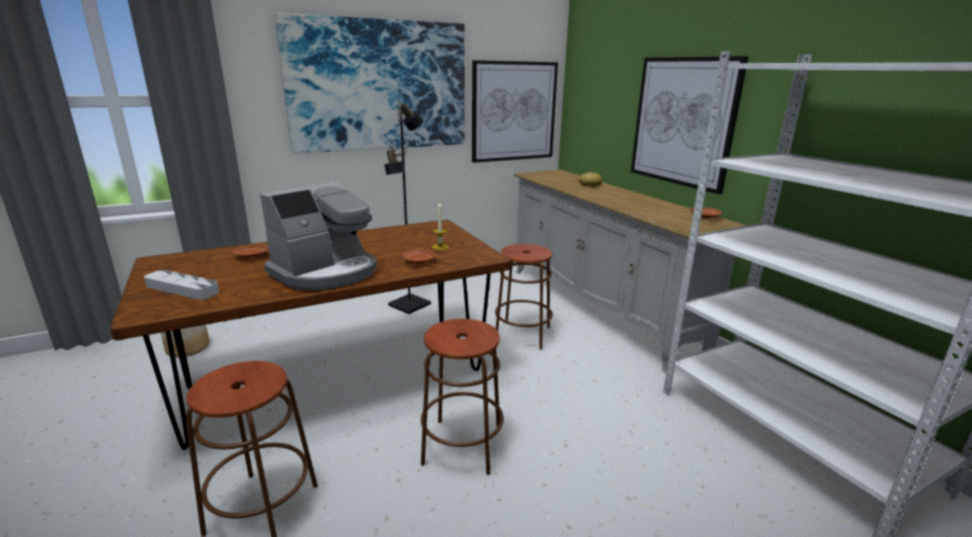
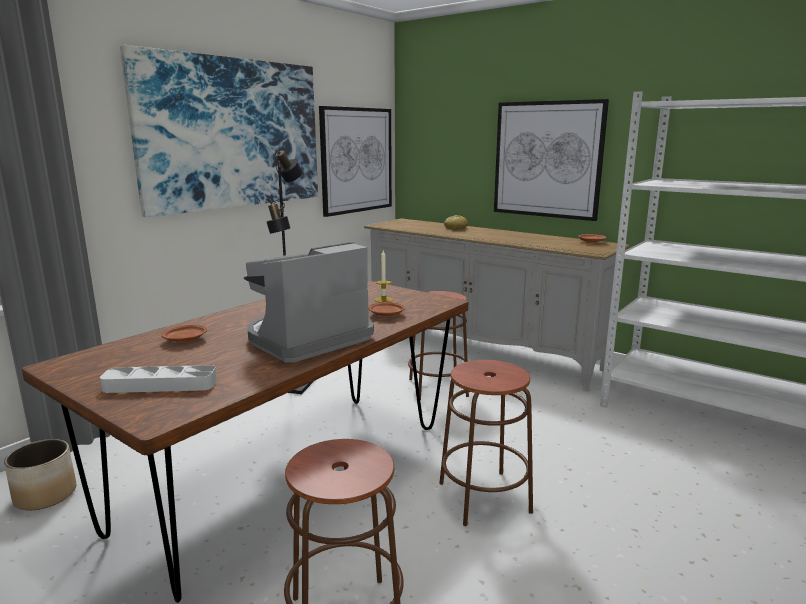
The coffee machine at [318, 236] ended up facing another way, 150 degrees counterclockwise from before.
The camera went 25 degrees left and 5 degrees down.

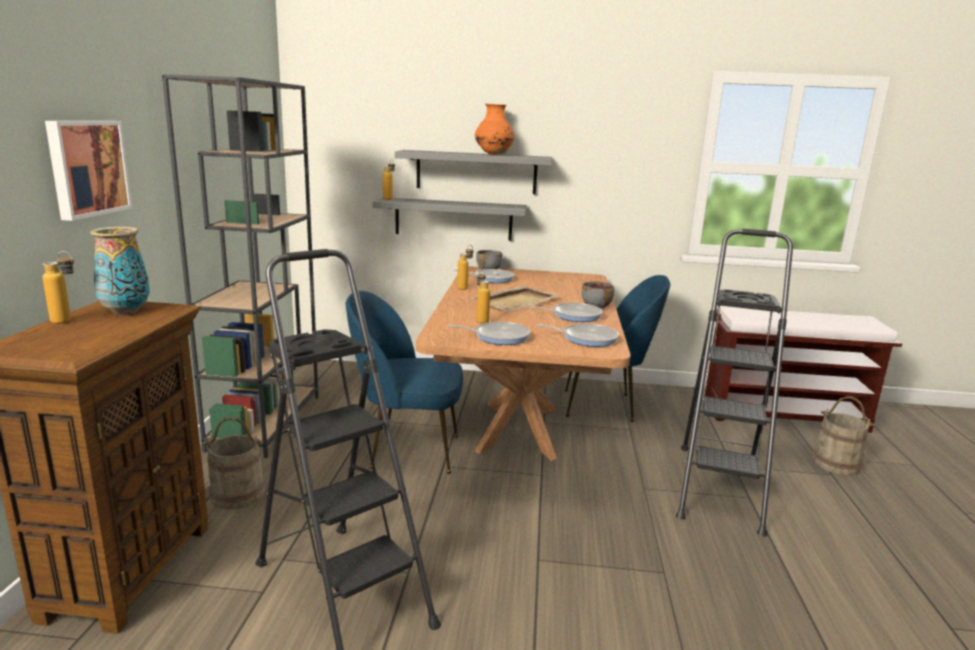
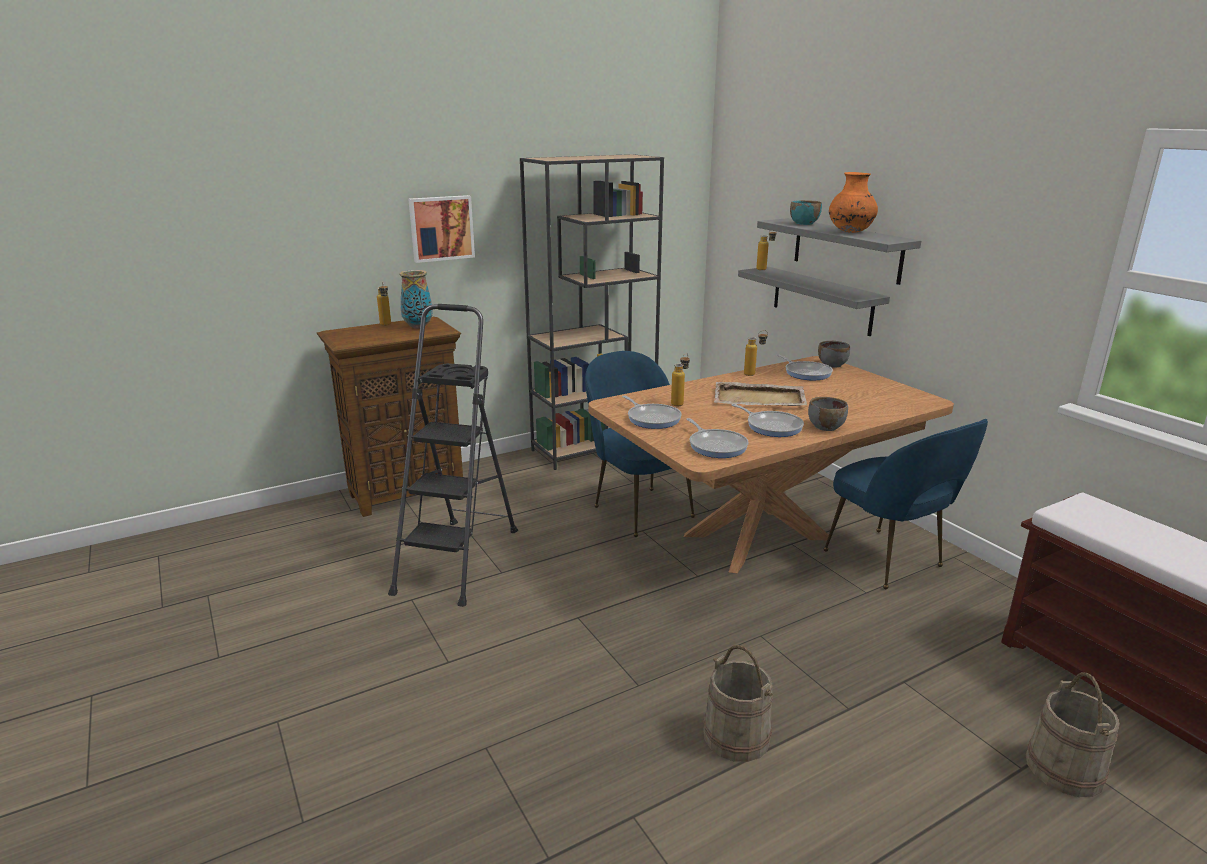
The bucket (beige) ended up elsewhere, having gone from [234, 463] to [738, 703].
The second view lost the step ladder at [734, 383].
The second view gained the bowl (turquoise) at [806, 212].
The camera went 55 degrees right and 5 degrees up.

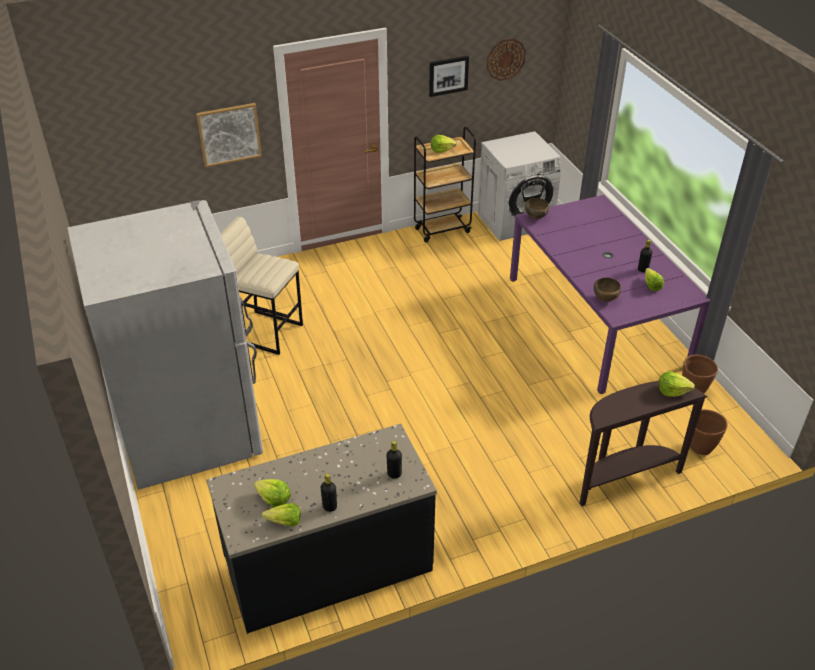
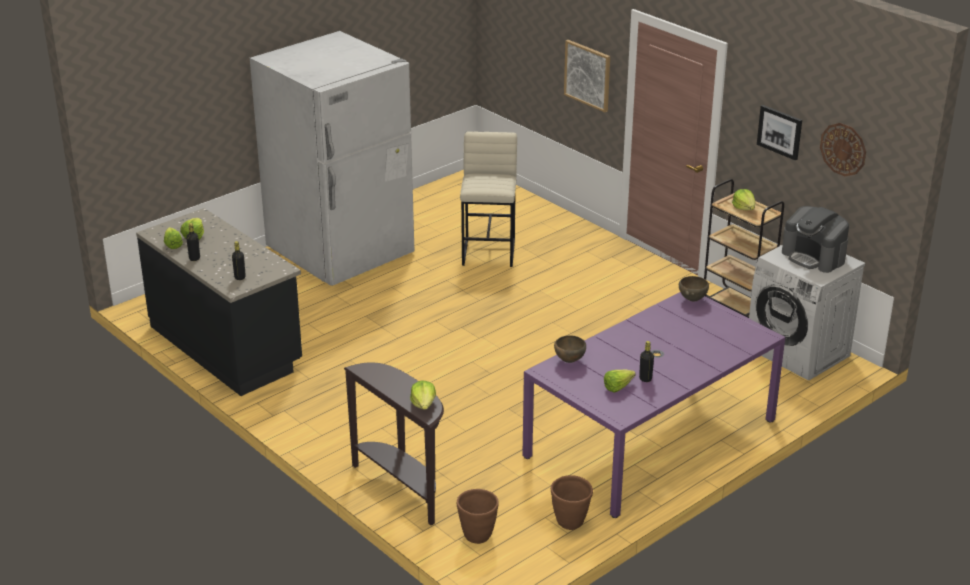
The second view gained the coffee machine at [815, 239].
The camera went 70 degrees right and 10 degrees down.

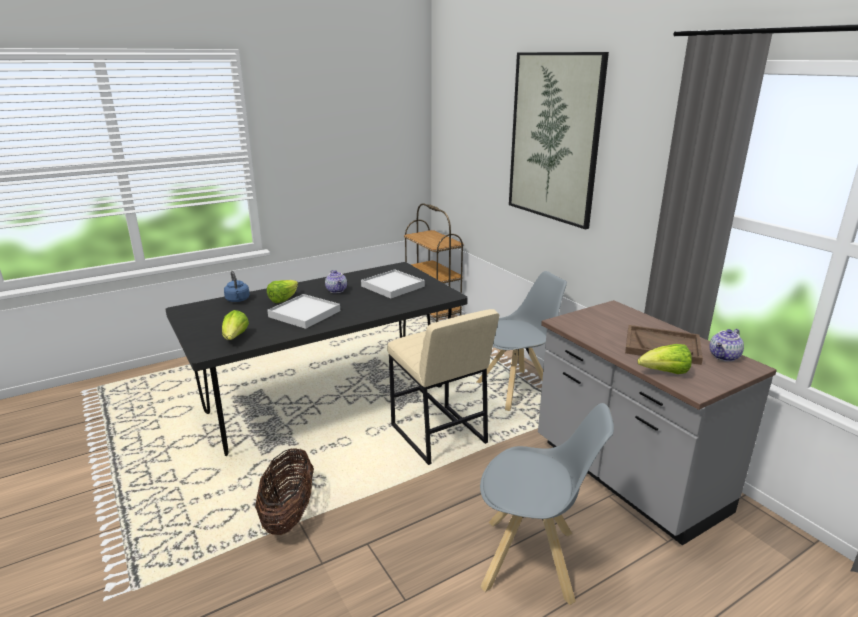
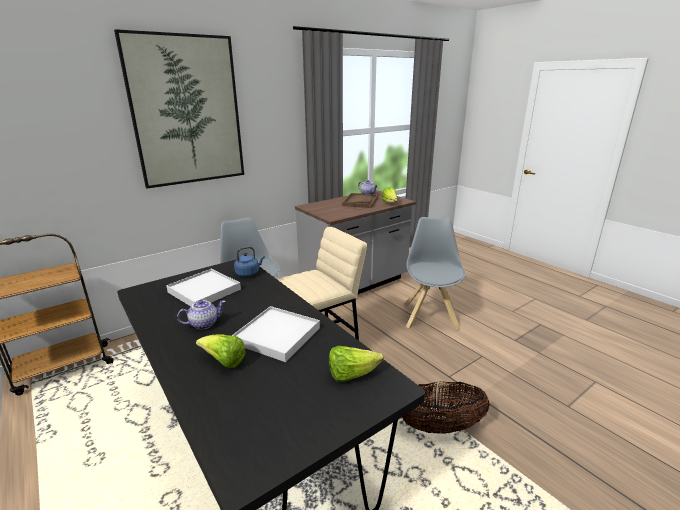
The kettle (blue) ended up elsewhere, having gone from [237, 286] to [249, 261].
The camera went 95 degrees left and 0 degrees up.

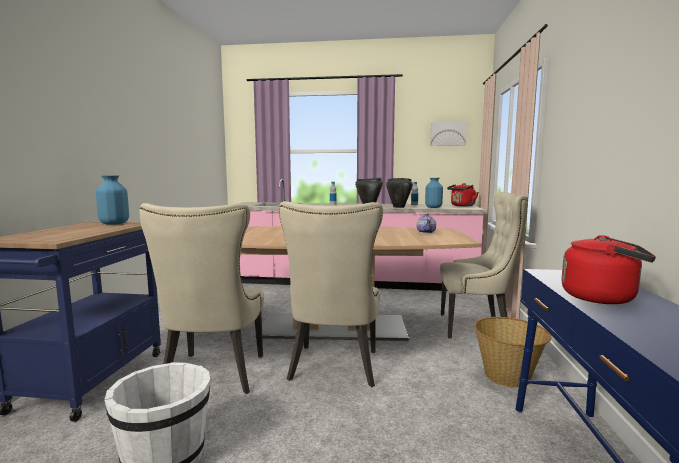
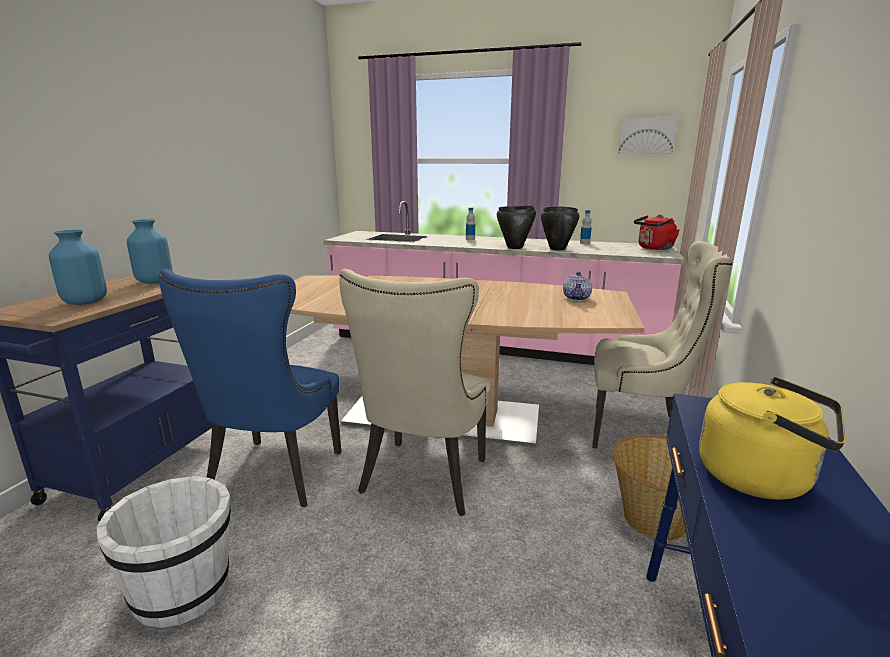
What was the chair (beige) at [201, 298] turned into the chair (blue) at [250, 388].
The vase (blue) ended up elsewhere, having gone from [434, 193] to [78, 267].
What was the kettle (red) at [608, 269] turned into the kettle (yellow) at [772, 438].
The camera went 10 degrees right and 10 degrees up.

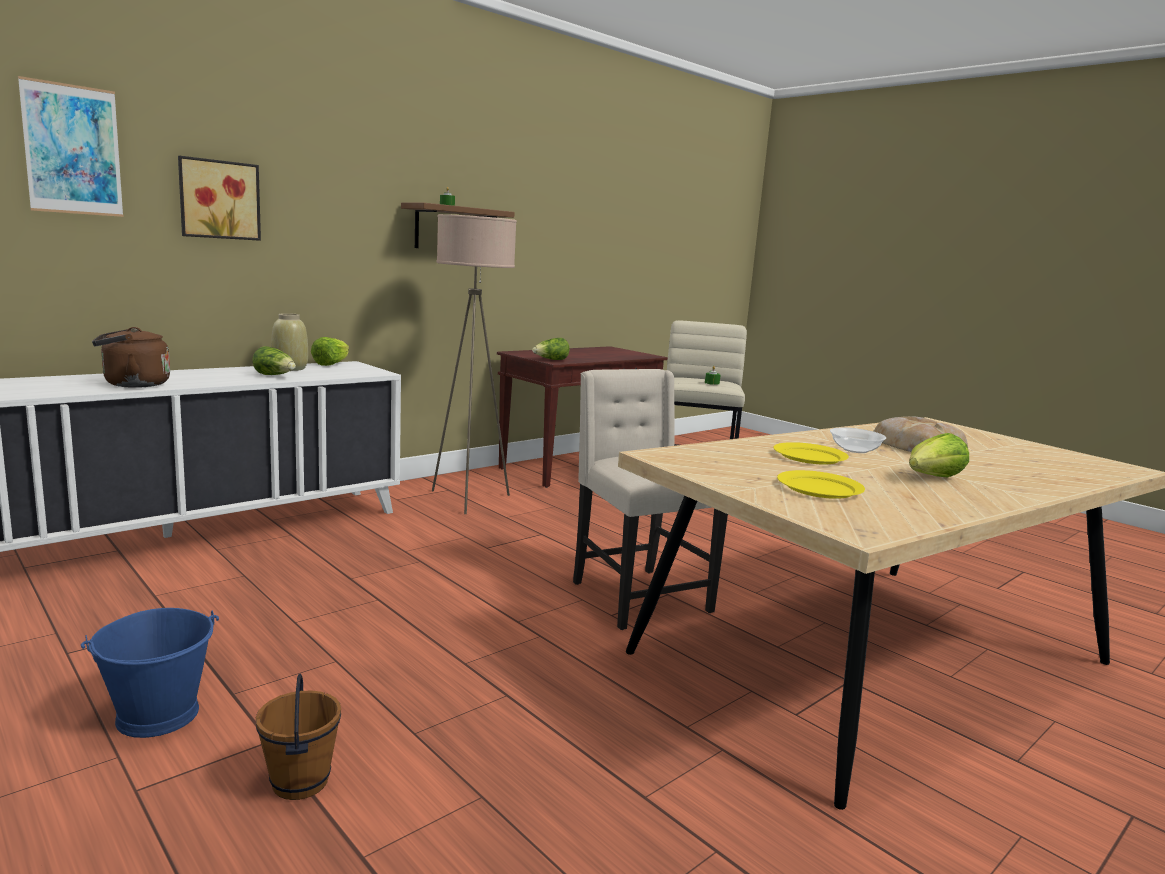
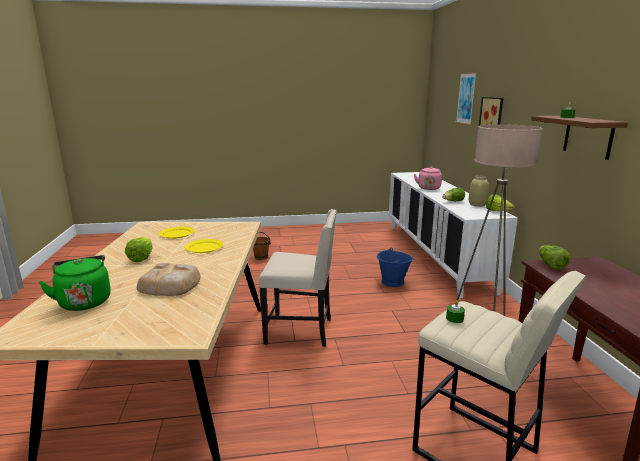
The bucket (blue) ended up elsewhere, having gone from [150, 673] to [395, 267].
What was the kettle (brown) at [131, 357] turned into the kettle (pink) at [428, 178].
The second view lost the bowl at [858, 440].
The second view gained the kettle (green) at [75, 283].
The camera went 125 degrees right and 5 degrees up.

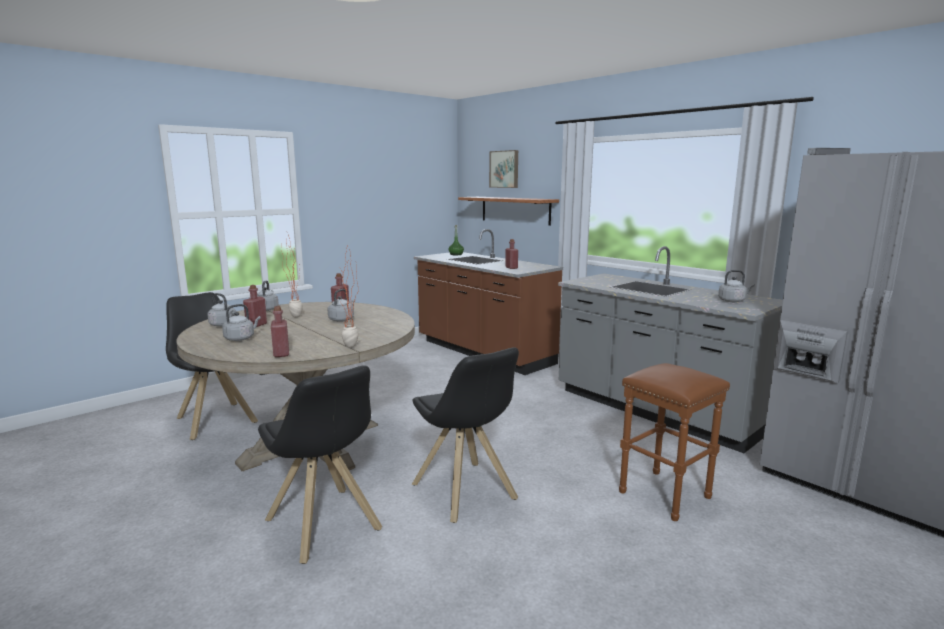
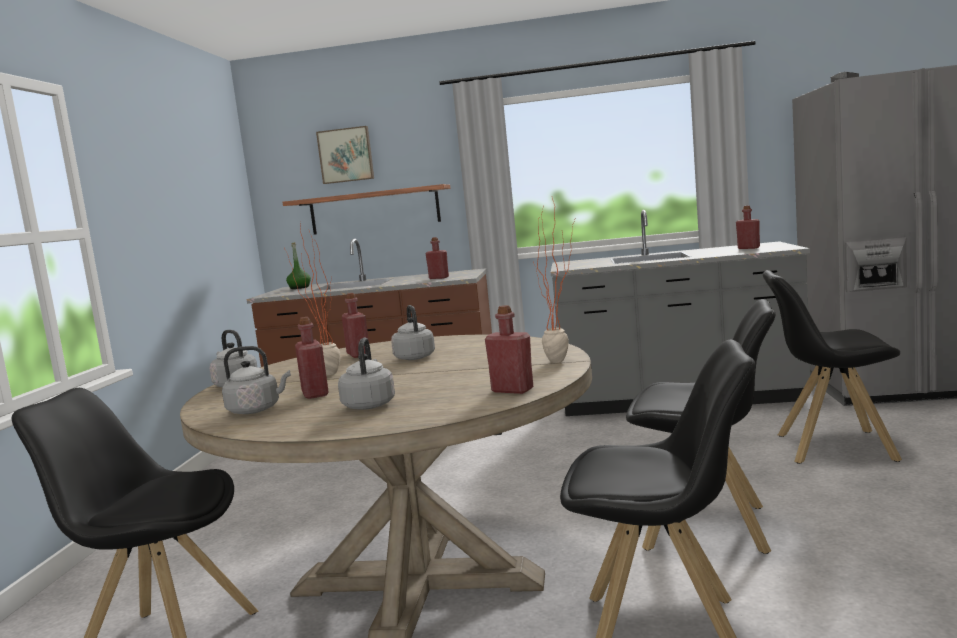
Where the stool (brown) stood at [674, 442], the chair (black) came to stand at [832, 367].
Where the kettle (grey) stood at [736, 286], the bottle (red) came to stand at [748, 227].
The camera went 40 degrees left and 5 degrees down.

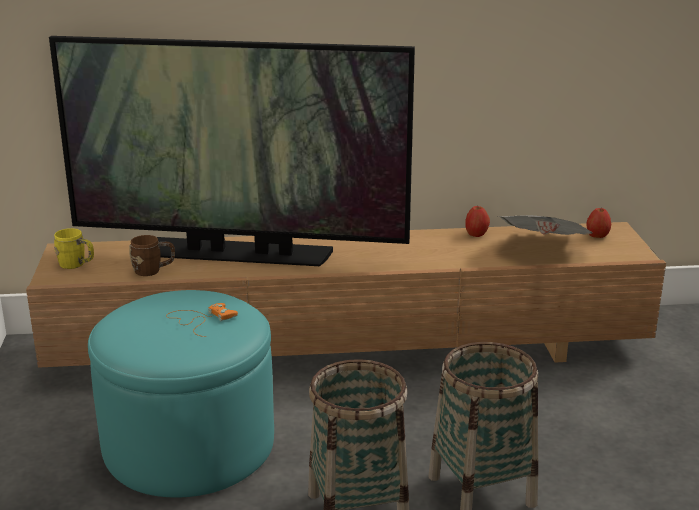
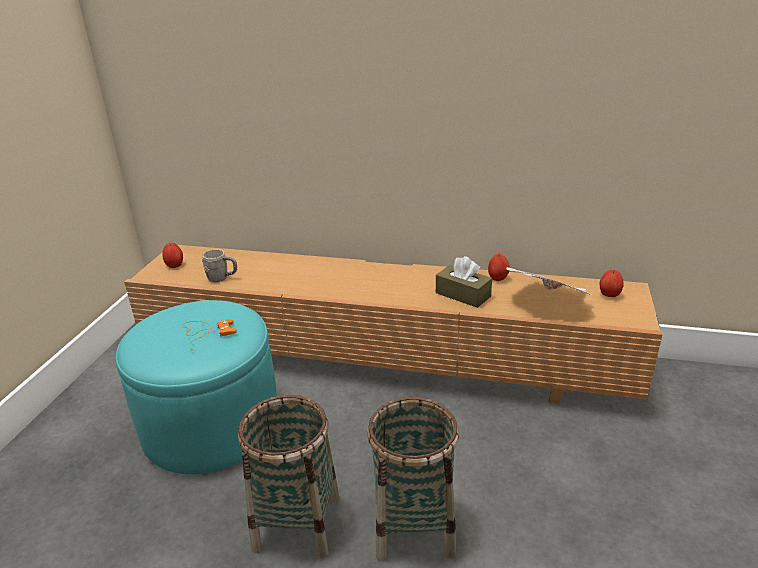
The second view lost the television at [232, 151].
Where the mug (yellow) stood at [74, 248], the apple came to stand at [172, 255].
What was the mug (brown) at [152, 255] turned into the mug (grey) at [219, 265].
The second view gained the tissue box (brown) at [464, 282].
The camera went 20 degrees right and 5 degrees up.

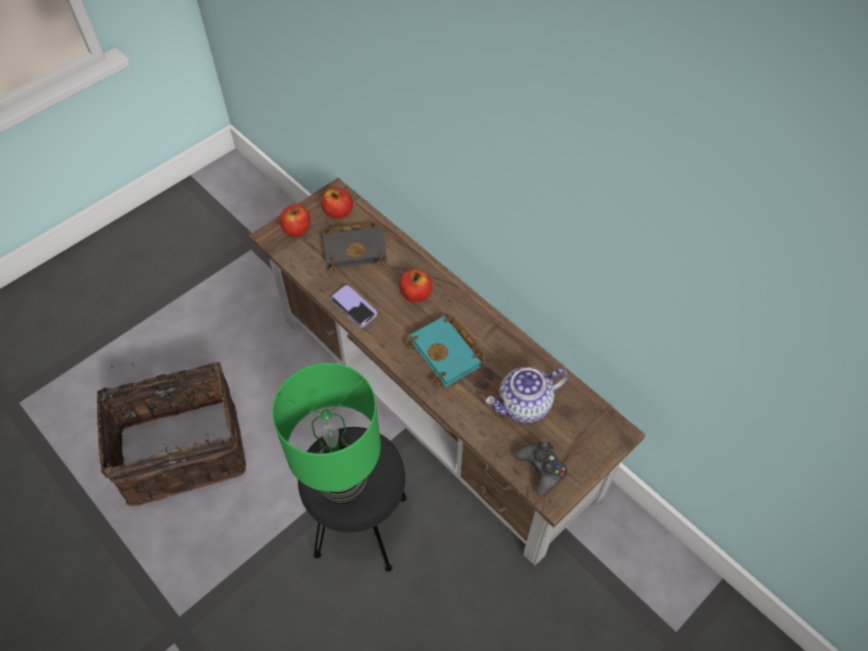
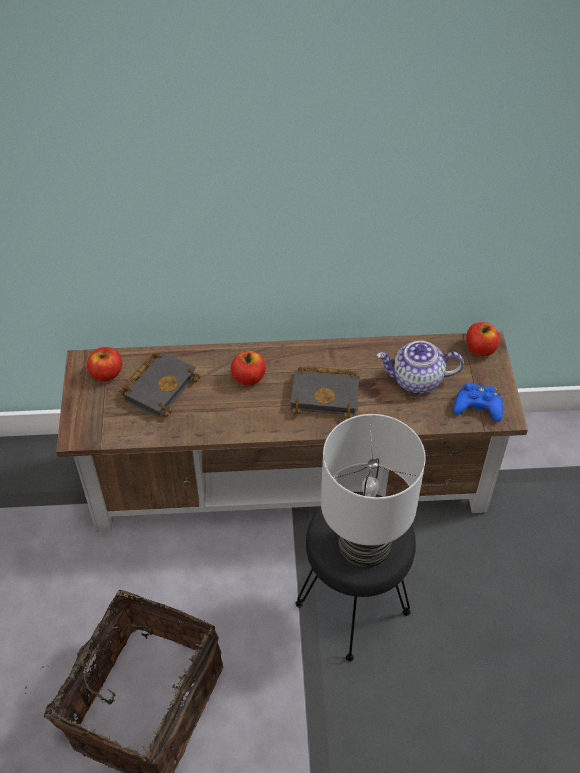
What was the table lamp (green) at [326, 433] turned into the table lamp (grey) at [373, 491].
The apple ended up elsewhere, having gone from [295, 220] to [483, 339].
The second view lost the phone at [354, 306].
What was the book (turquoise) at [445, 351] turned into the book (black) at [325, 392].
The teapot at [526, 395] ended up facing another way, 75 degrees clockwise from before.
What was the game controller (black) at [540, 469] turned into the game controller (blue) at [478, 402].
The camera went 50 degrees left and 5 degrees down.

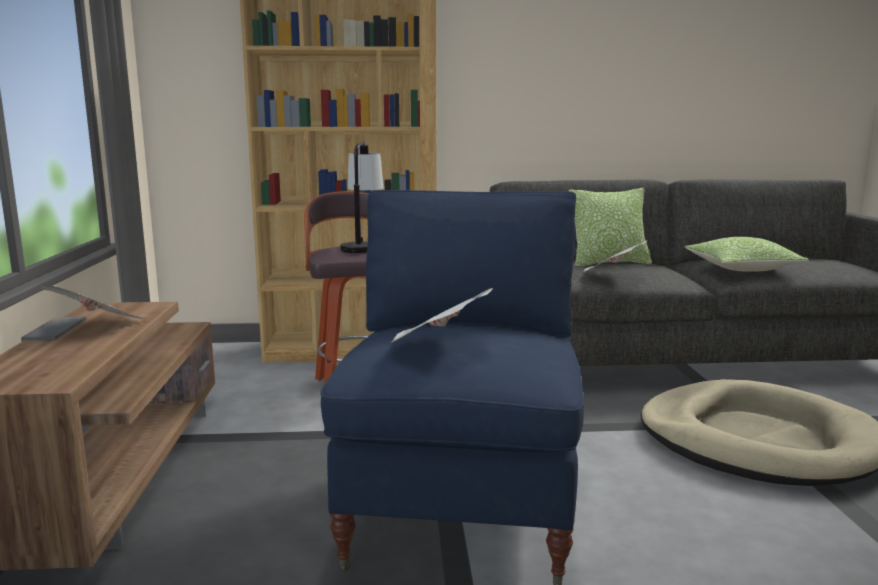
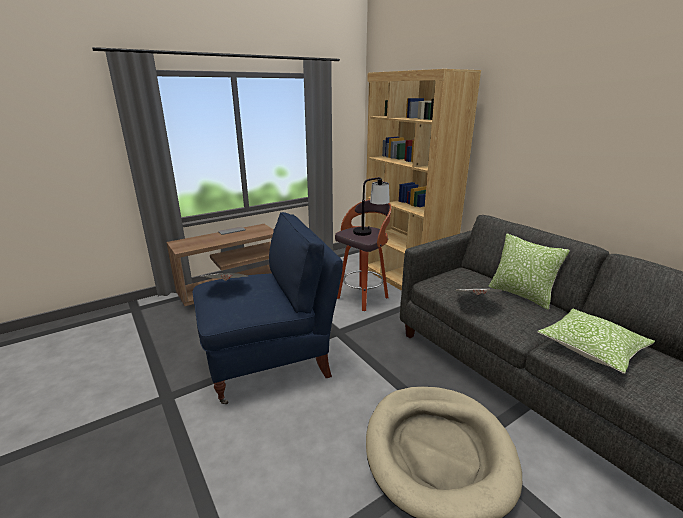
The second view lost the newspaper at [92, 302].
The camera went 60 degrees right and 10 degrees up.

